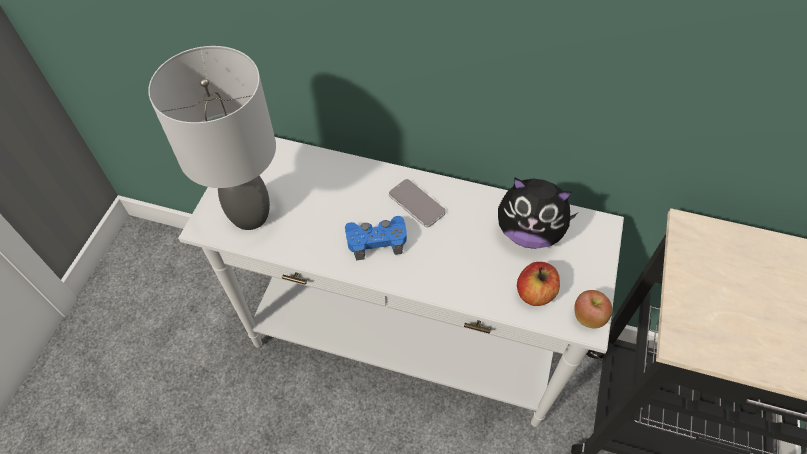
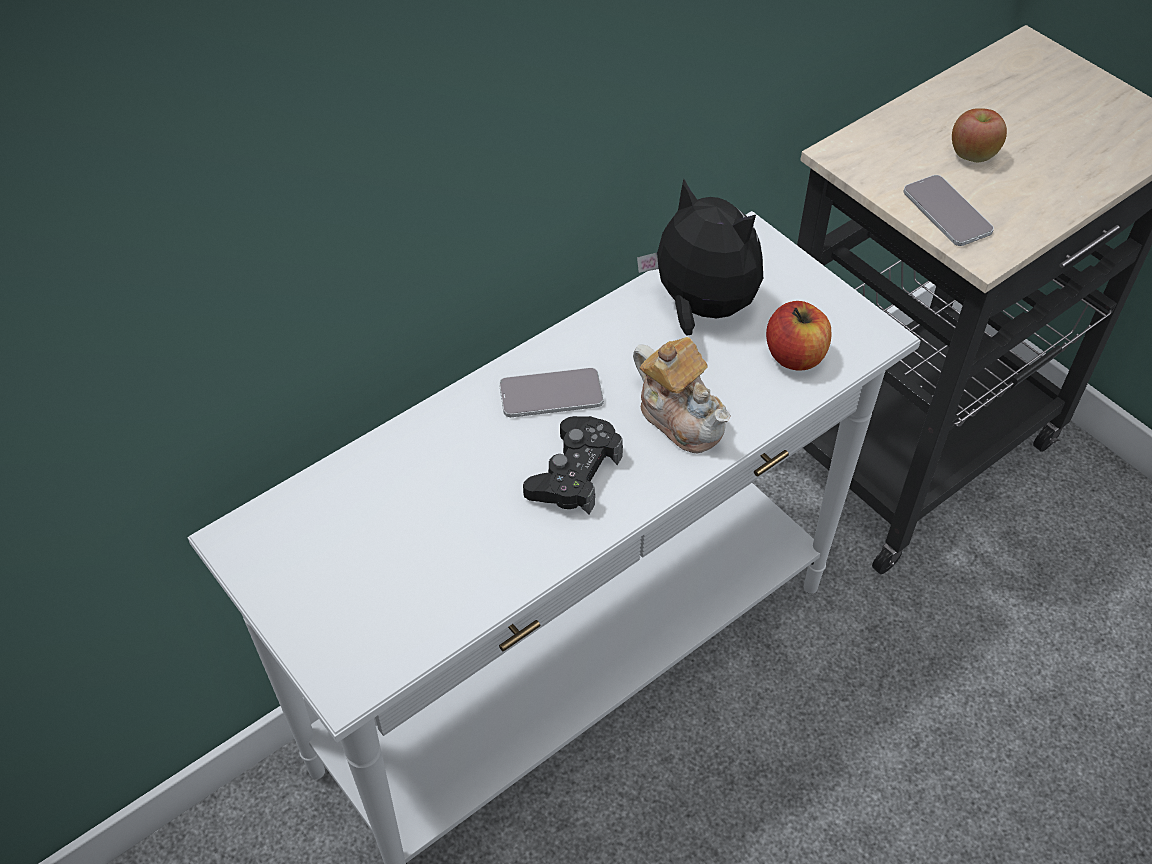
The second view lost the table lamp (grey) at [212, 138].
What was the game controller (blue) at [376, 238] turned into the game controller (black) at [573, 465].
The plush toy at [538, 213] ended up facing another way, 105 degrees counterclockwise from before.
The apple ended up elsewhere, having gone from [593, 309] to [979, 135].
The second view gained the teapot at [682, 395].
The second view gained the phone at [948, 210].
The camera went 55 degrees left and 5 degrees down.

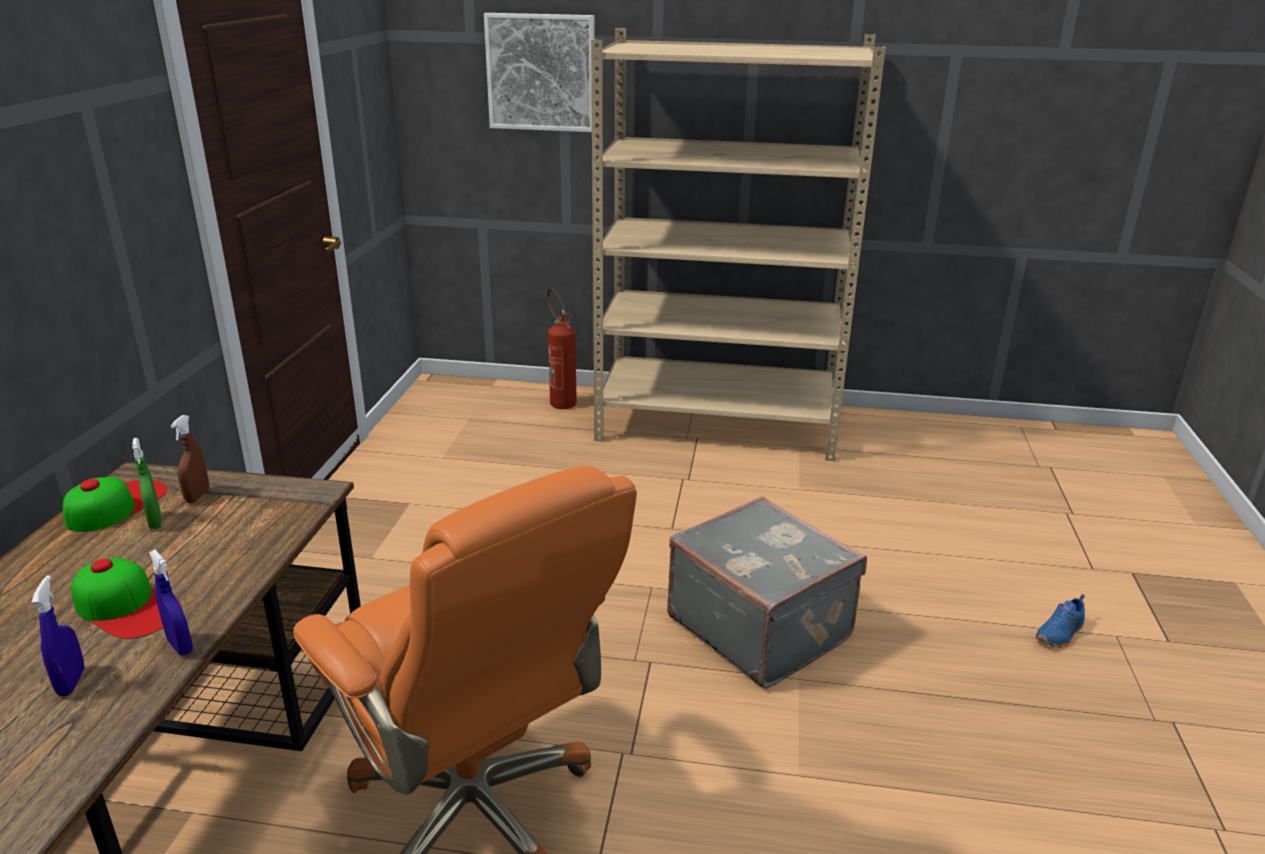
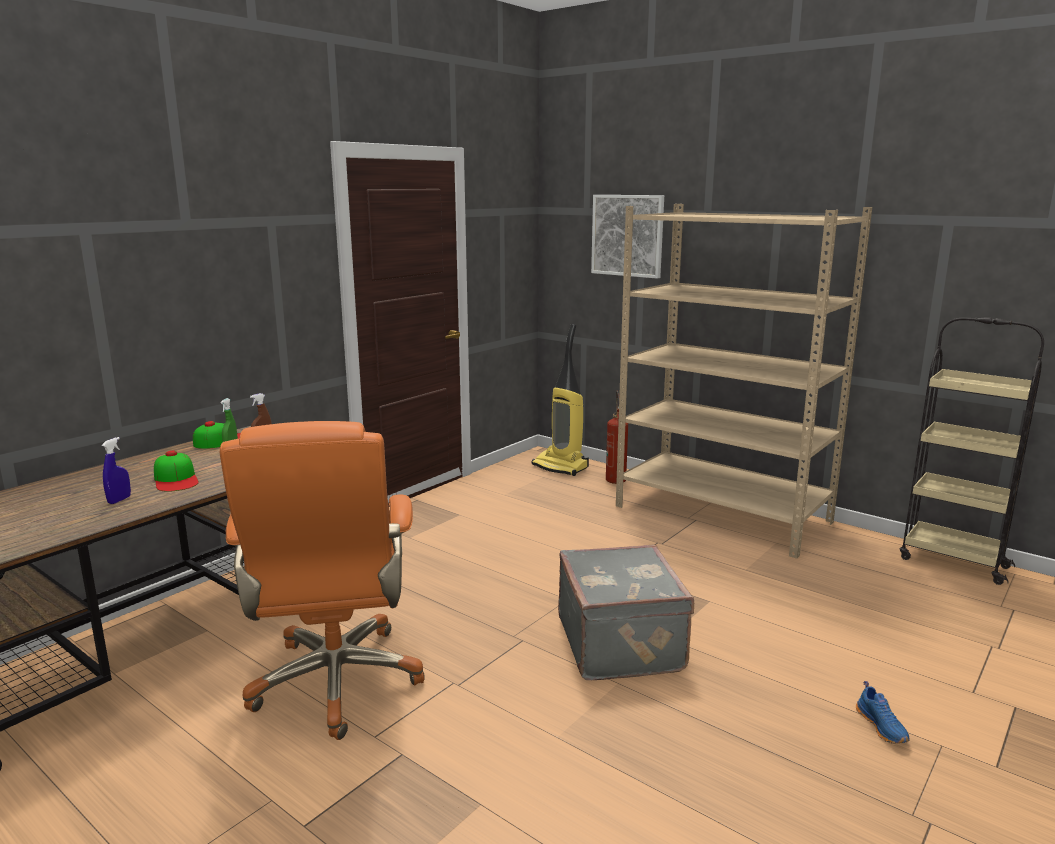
The second view lost the spray bottle (blue) at [171, 602].
The shoe (blue) at [1060, 621] ended up facing another way, 90 degrees counterclockwise from before.
The second view gained the vacuum cleaner at [560, 400].
The second view gained the cart (beige) at [972, 451].
The camera went 30 degrees right and 10 degrees down.

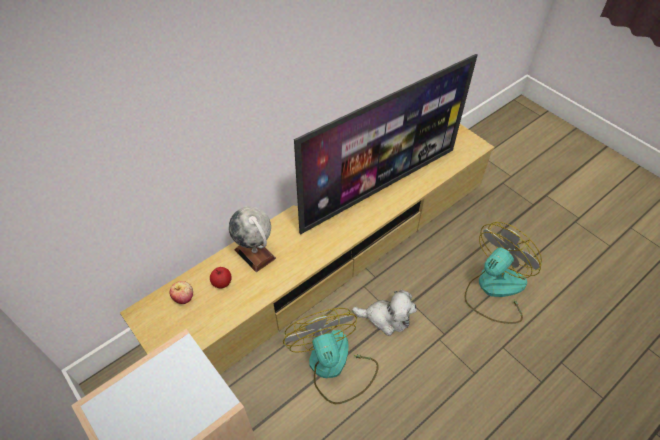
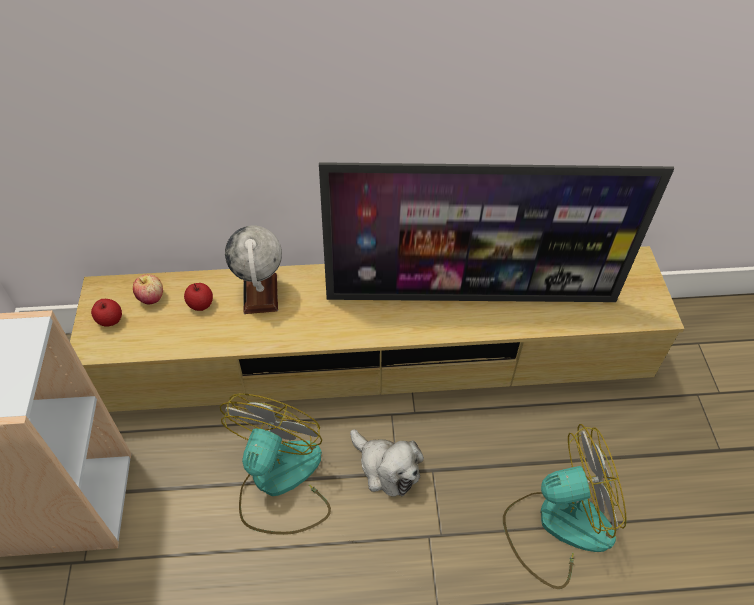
The second view gained the apple at [106, 313].
The camera went 35 degrees right and 0 degrees up.

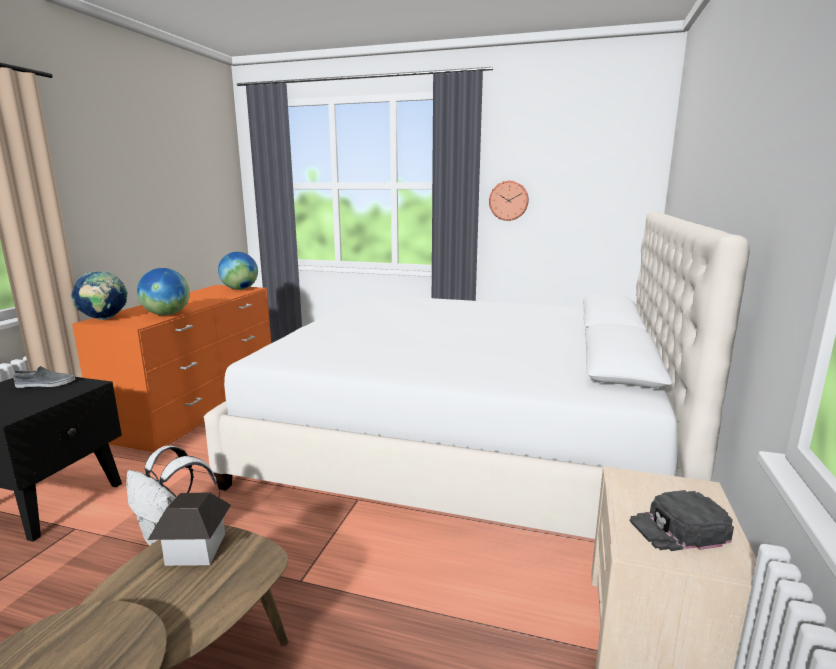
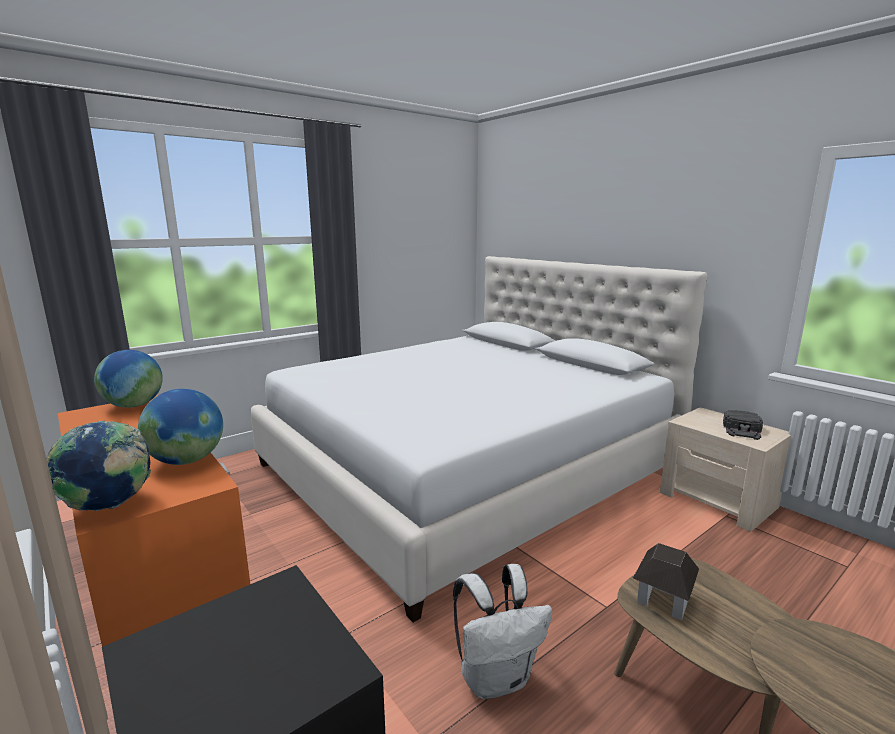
The second view lost the shoe (grey) at [44, 377].
The second view lost the wall clock at [509, 201].
The camera went 55 degrees left and 0 degrees up.

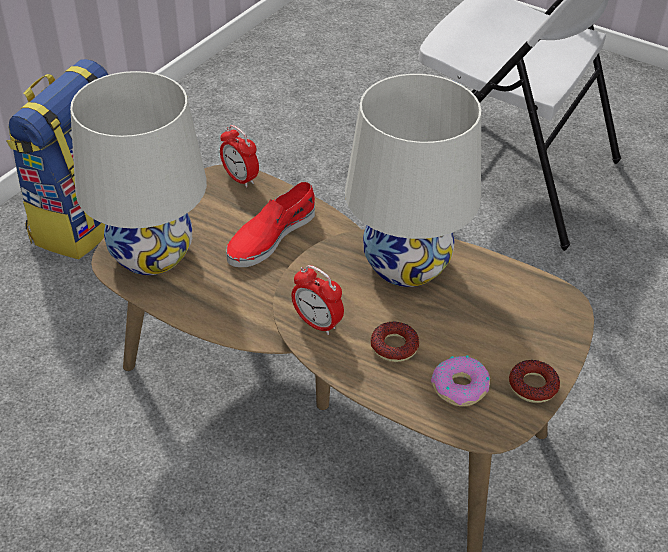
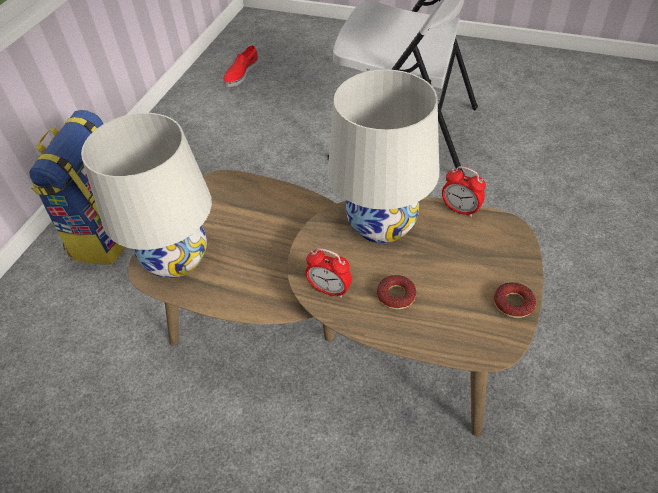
The alarm clock ended up elsewhere, having gone from [239, 156] to [464, 191].
The shoe (red) ended up elsewhere, having gone from [270, 224] to [241, 66].
The second view lost the donut at [460, 381].
The camera went 10 degrees left and 5 degrees up.

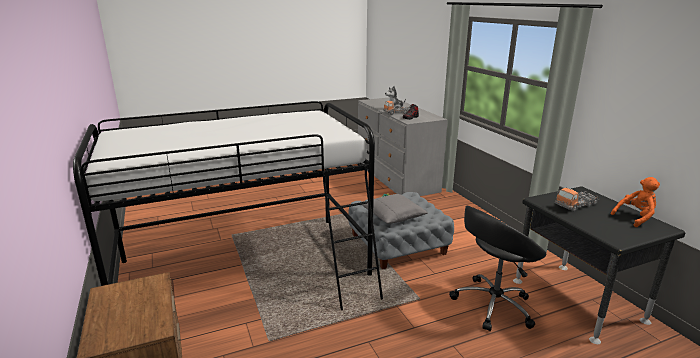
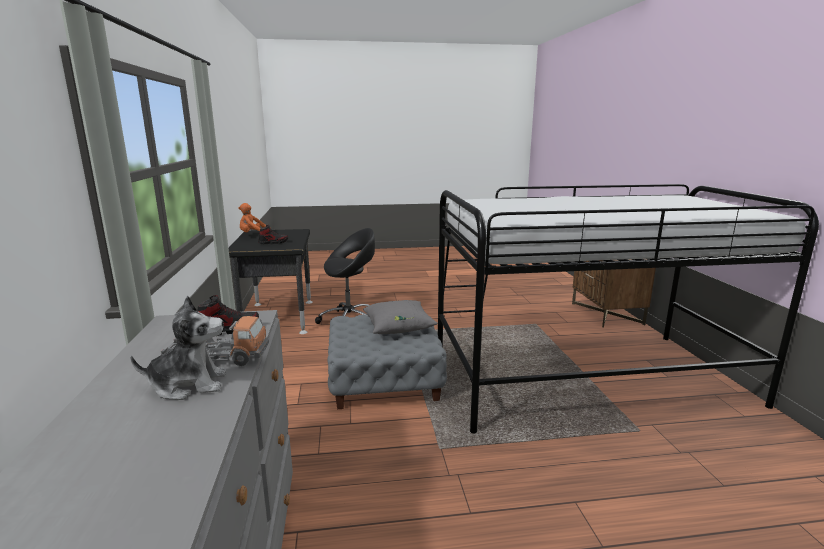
Where the toy truck stood at [577, 199], the shoe came to stand at [273, 234].
The camera went 165 degrees left and 5 degrees down.

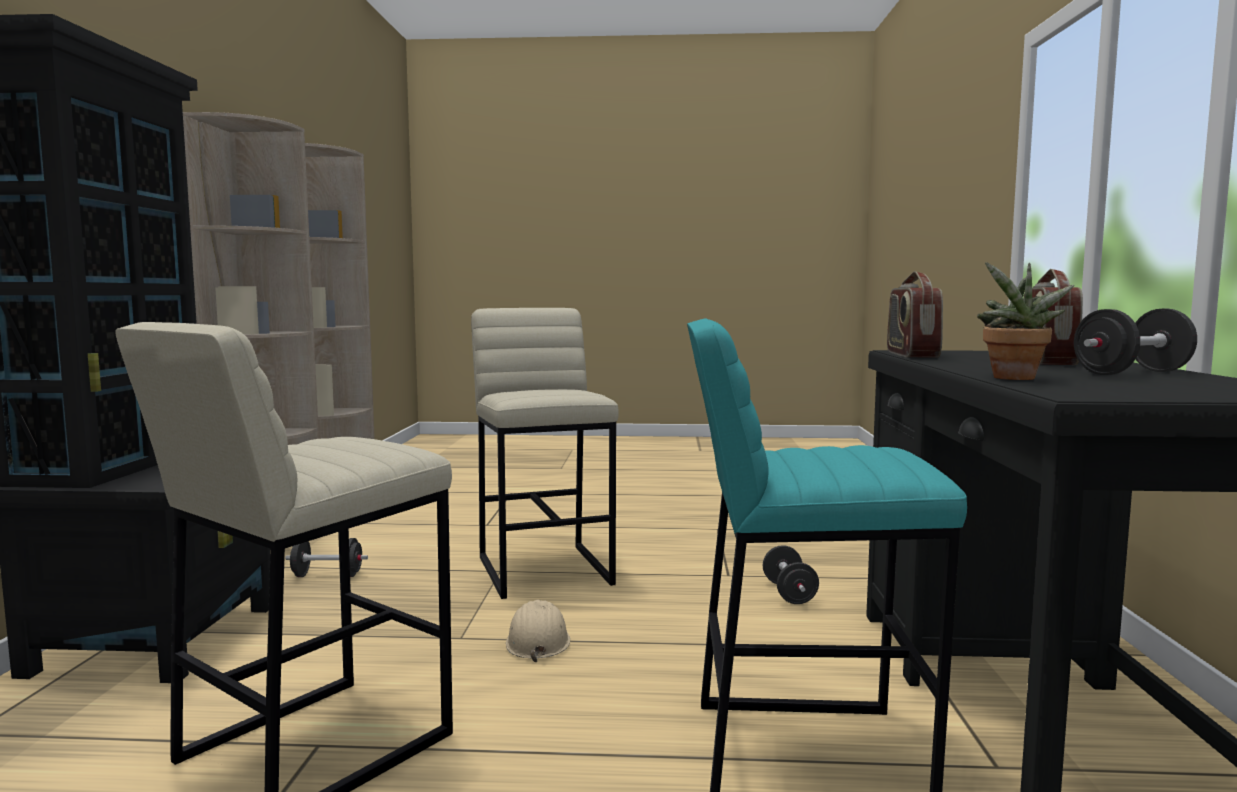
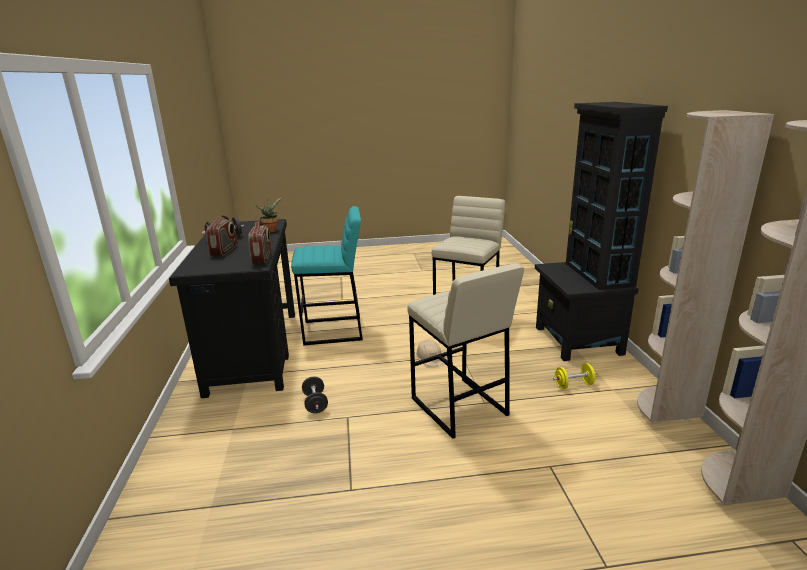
What was the dumbbell (black) at [326, 557] turned into the dumbbell (yellow) at [575, 376].
The camera went 170 degrees right and 15 degrees up.

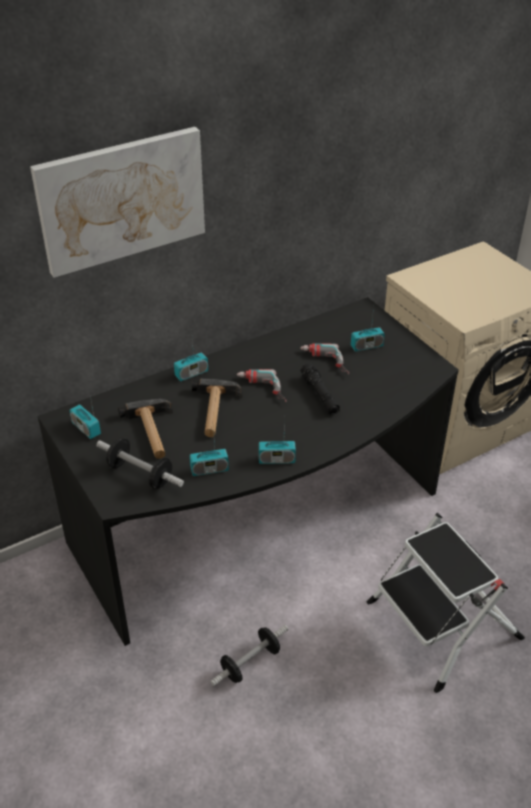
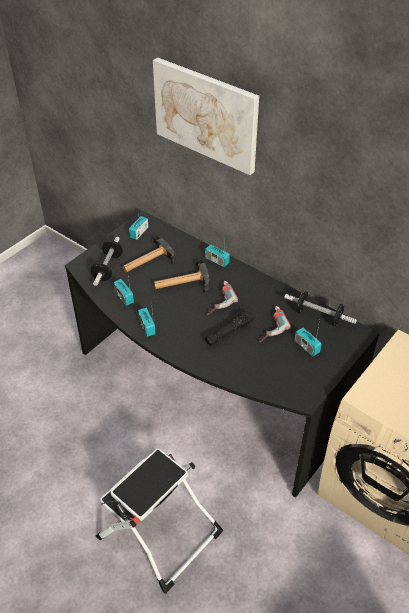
The dumbbell ended up elsewhere, having gone from [249, 655] to [320, 308].
The camera went 70 degrees right and 5 degrees up.

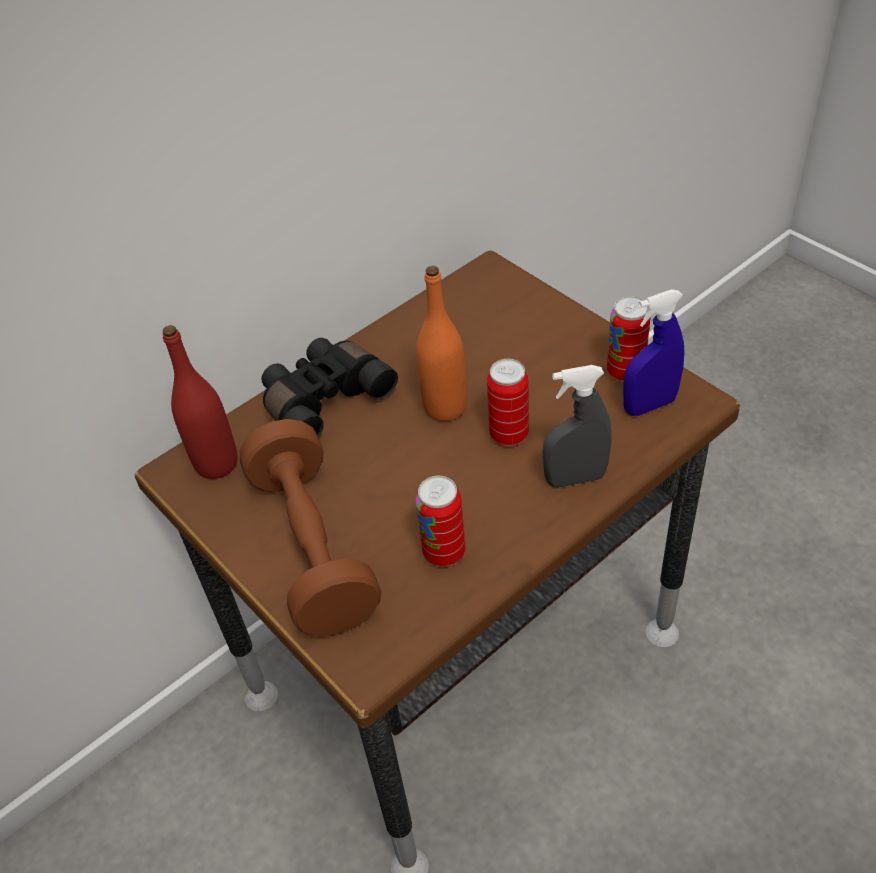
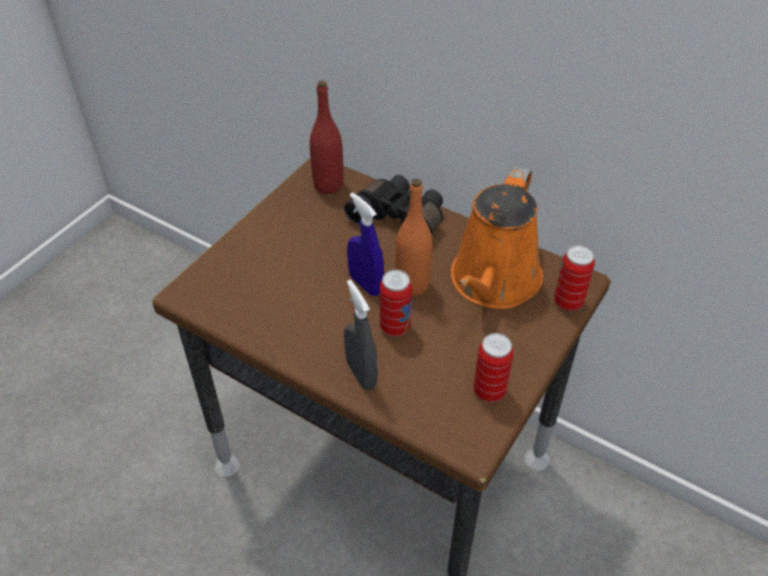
The second view lost the dumbbell (brown) at [310, 527].
The can ended up elsewhere, having gone from [441, 521] to [574, 278].
The spray bottle (blue) ended up elsewhere, having gone from [654, 352] to [365, 244].
The second view gained the watering can (orange) at [497, 237].
The camera went 70 degrees right and 0 degrees up.

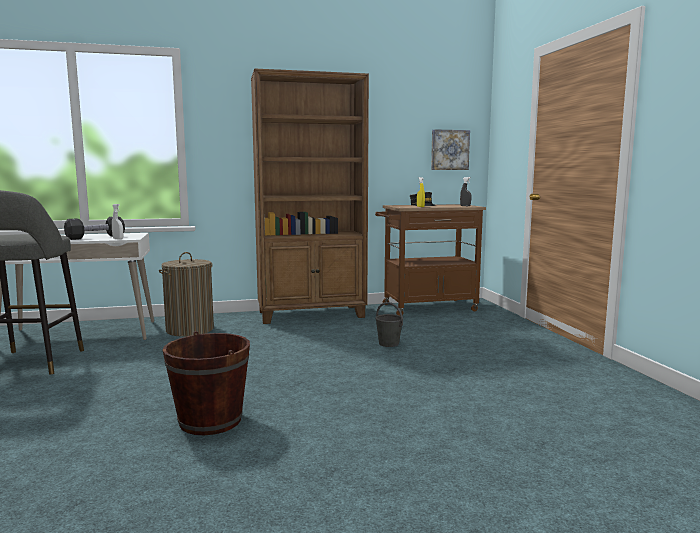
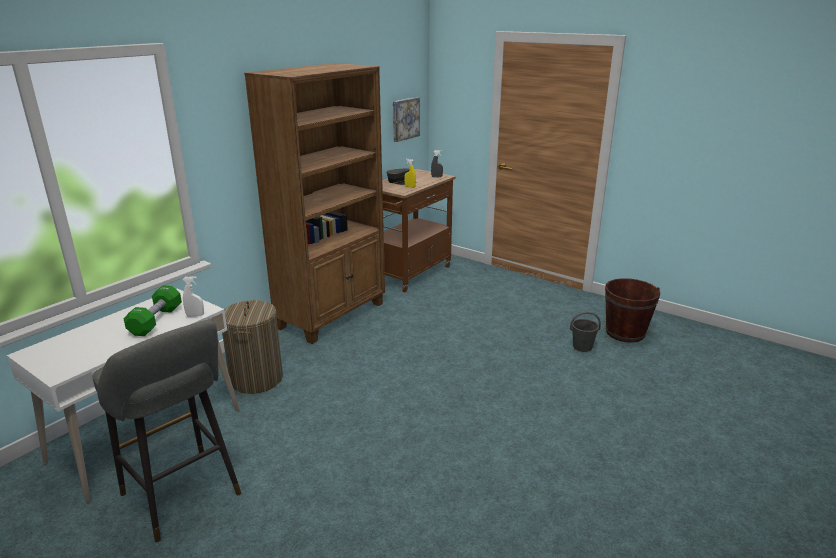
What was the dumbbell (black) at [94, 228] turned into the dumbbell (green) at [153, 310].
The bucket (brown) ended up elsewhere, having gone from [206, 383] to [632, 310].
The bucket (grey) ended up elsewhere, having gone from [389, 324] to [585, 332].
The camera went 40 degrees left and 15 degrees up.

